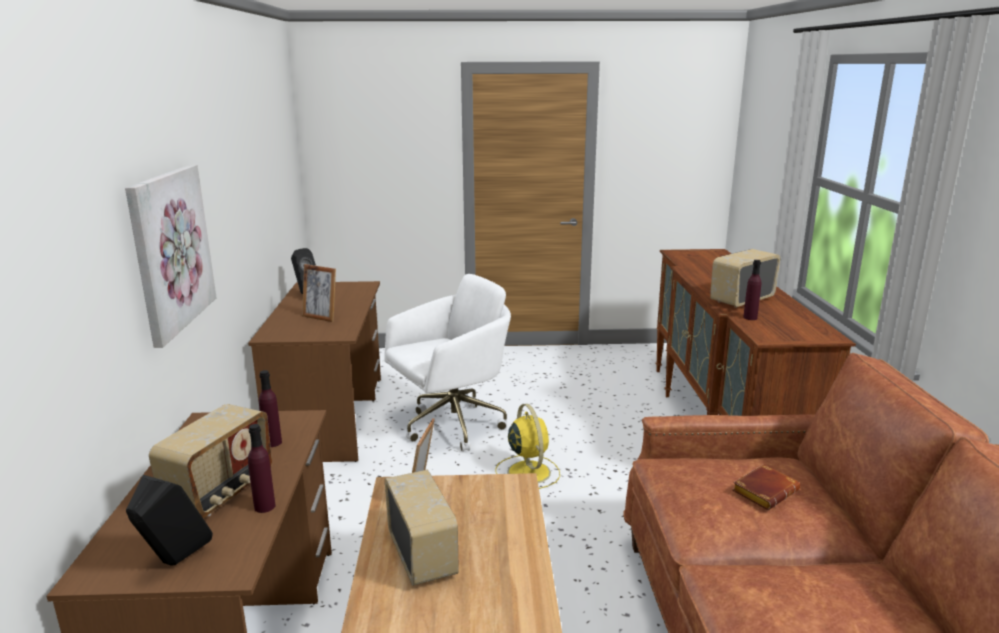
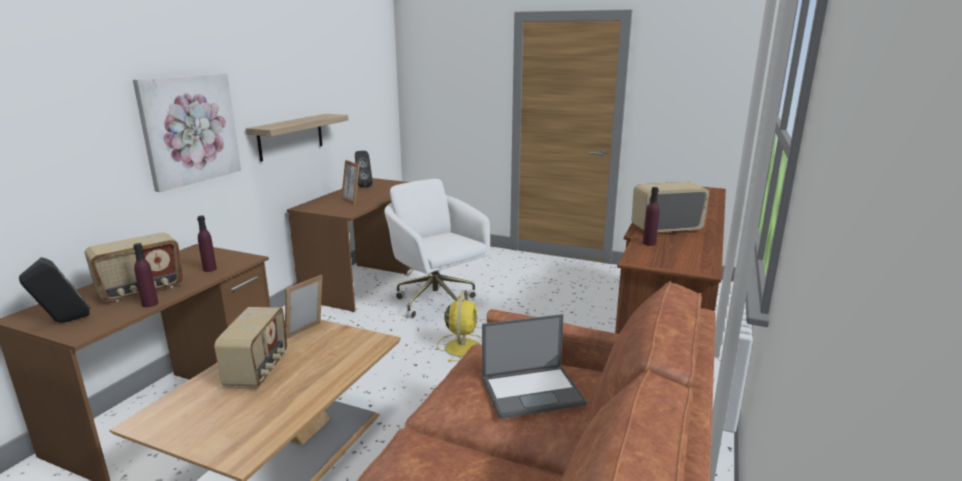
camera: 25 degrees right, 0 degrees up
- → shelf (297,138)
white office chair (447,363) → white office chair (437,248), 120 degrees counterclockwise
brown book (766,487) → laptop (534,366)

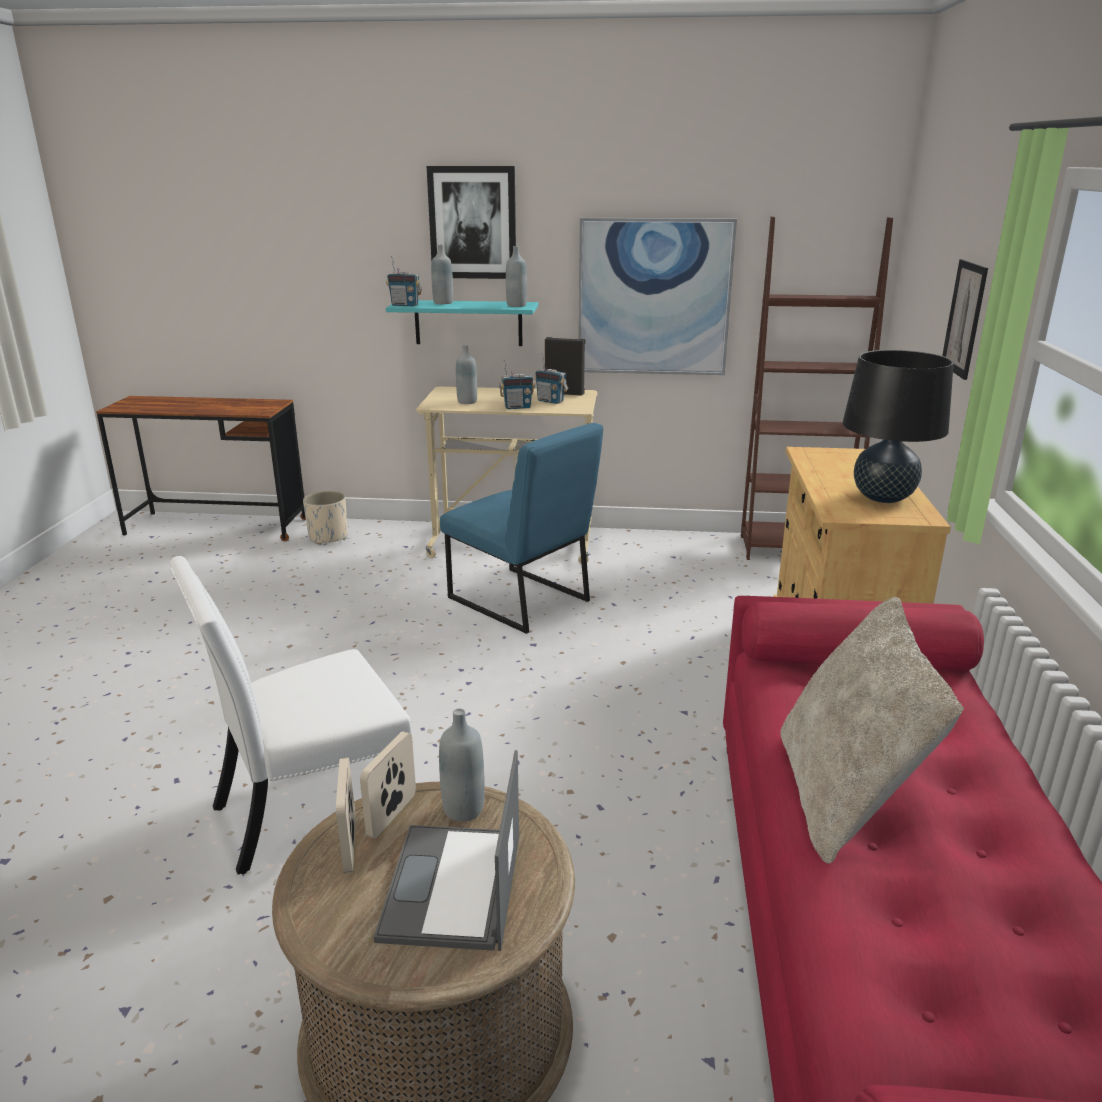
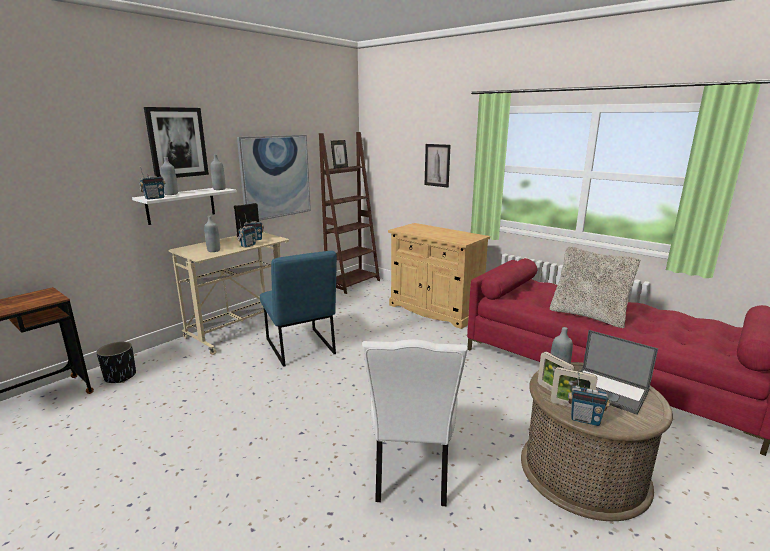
camera: 55 degrees left, 5 degrees down
beige planter (325,518) → black planter (116,362)
turquoise shelf (462,323) → white shelf (184,206)
blue chair (521,528) → blue chair (298,309), 75 degrees clockwise
- → picture frame (339,154)
- → radio (589,398)
black table lamp (898,426) → -

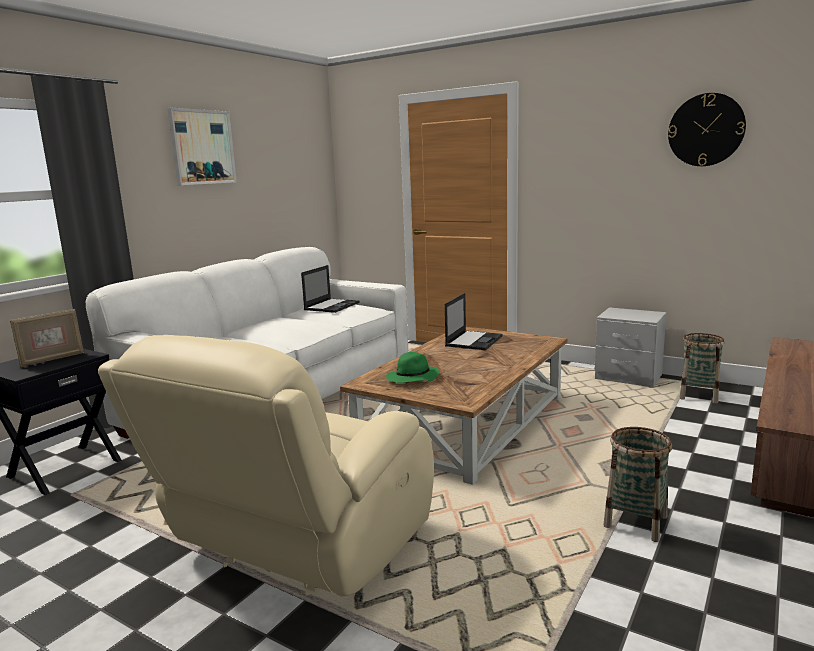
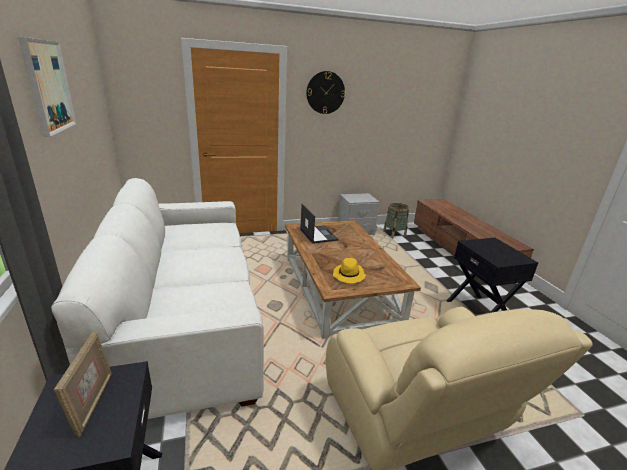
camera: 50 degrees left, 10 degrees up
wall clock (707,129) → wall clock (325,92), relocated
green hat (413,367) → yellow hat (349,270)
basket (637,484) → black side table (492,275)
laptop (330,289) → -

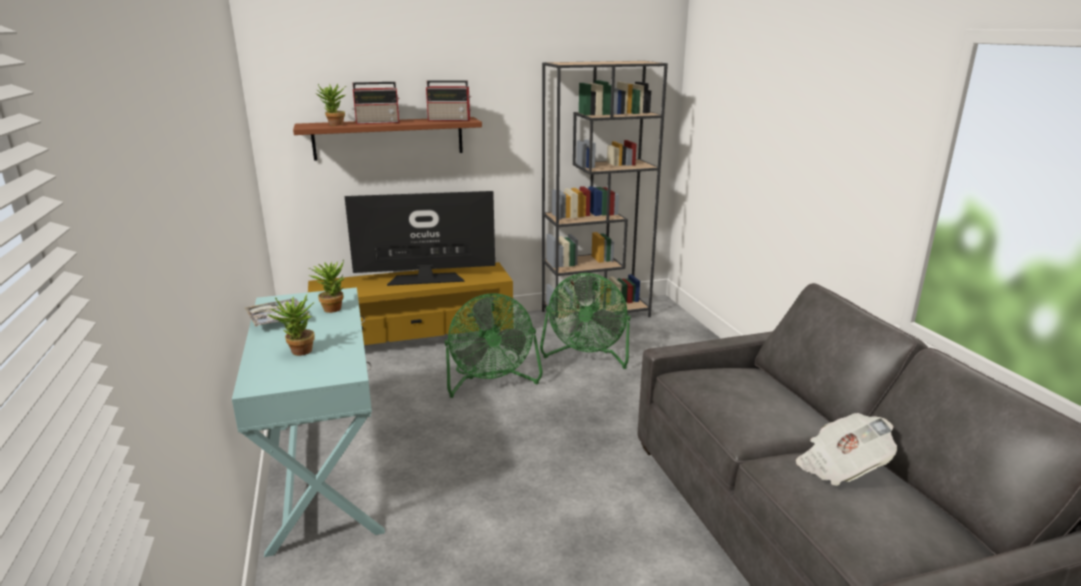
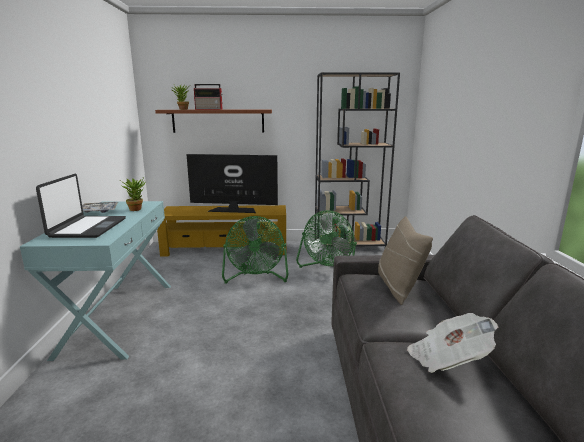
camera: 15 degrees right, 5 degrees down
potted plant (291,325) → laptop (81,206)
- → beige pillow (405,260)
radio (448,100) → -

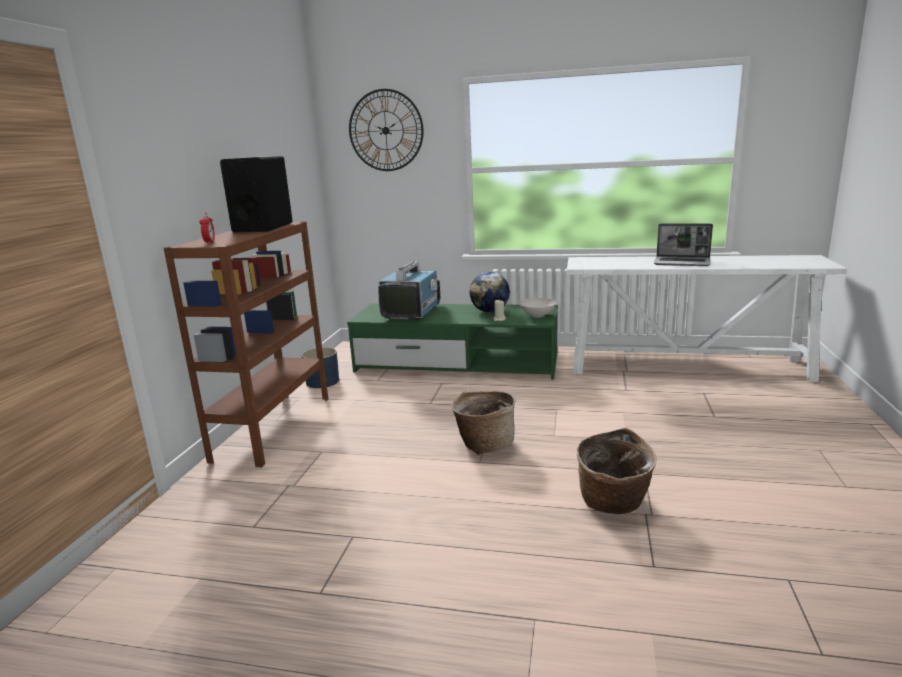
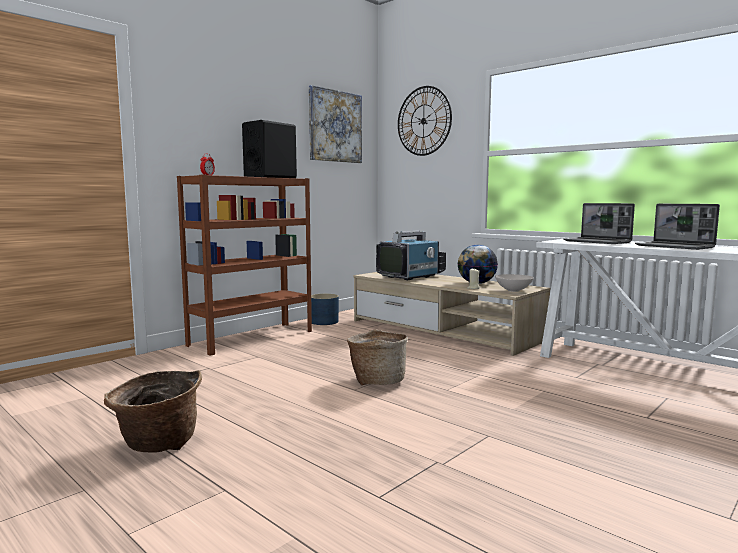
camera: 30 degrees right, 10 degrees down
basket (617,471) → basket (153,411), relocated
- → picture (335,124)
green tv stand (452,341) → beige tv stand (452,314)
- → laptop (599,223)

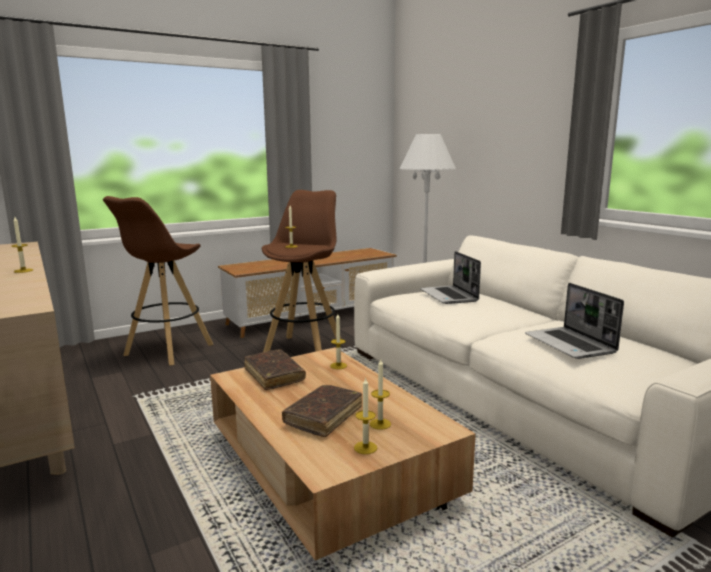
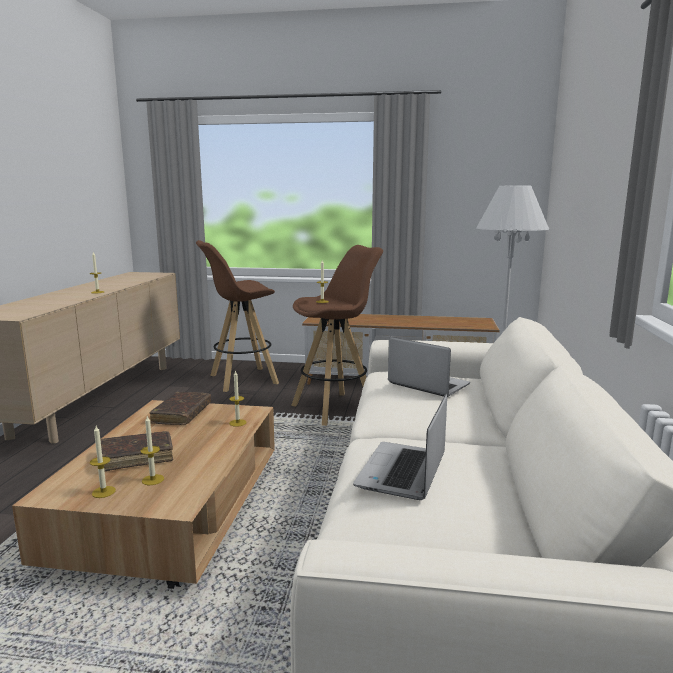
camera: 40 degrees right, 0 degrees up
laptop (450,277) → laptop (429,367), 105 degrees clockwise

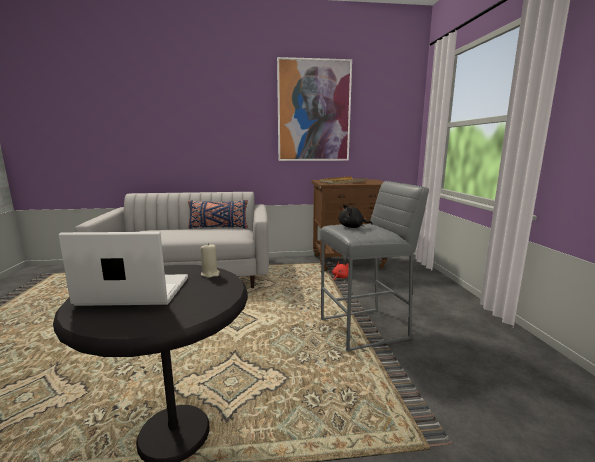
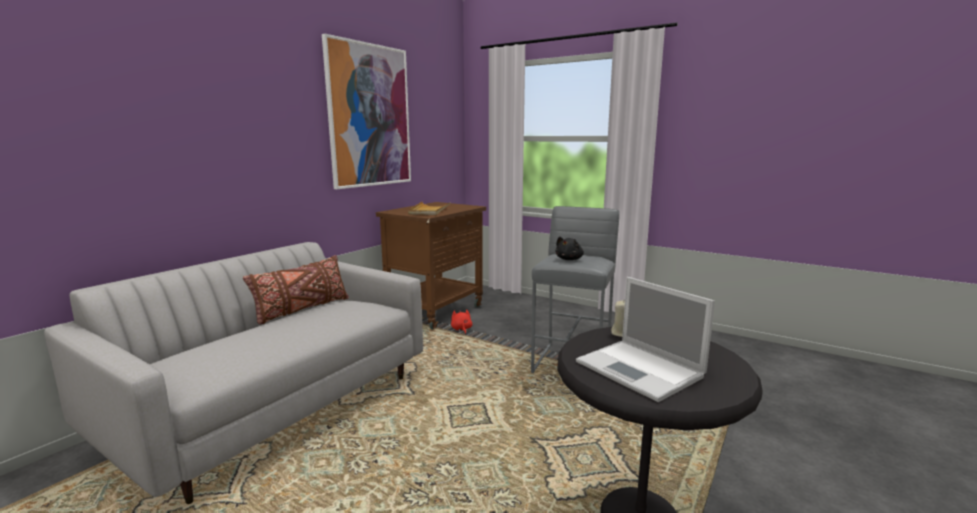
camera: 50 degrees left, 0 degrees up
blue pillow (218,214) → brown pillow (296,289)
laptop (123,269) → laptop (645,339), 75 degrees counterclockwise

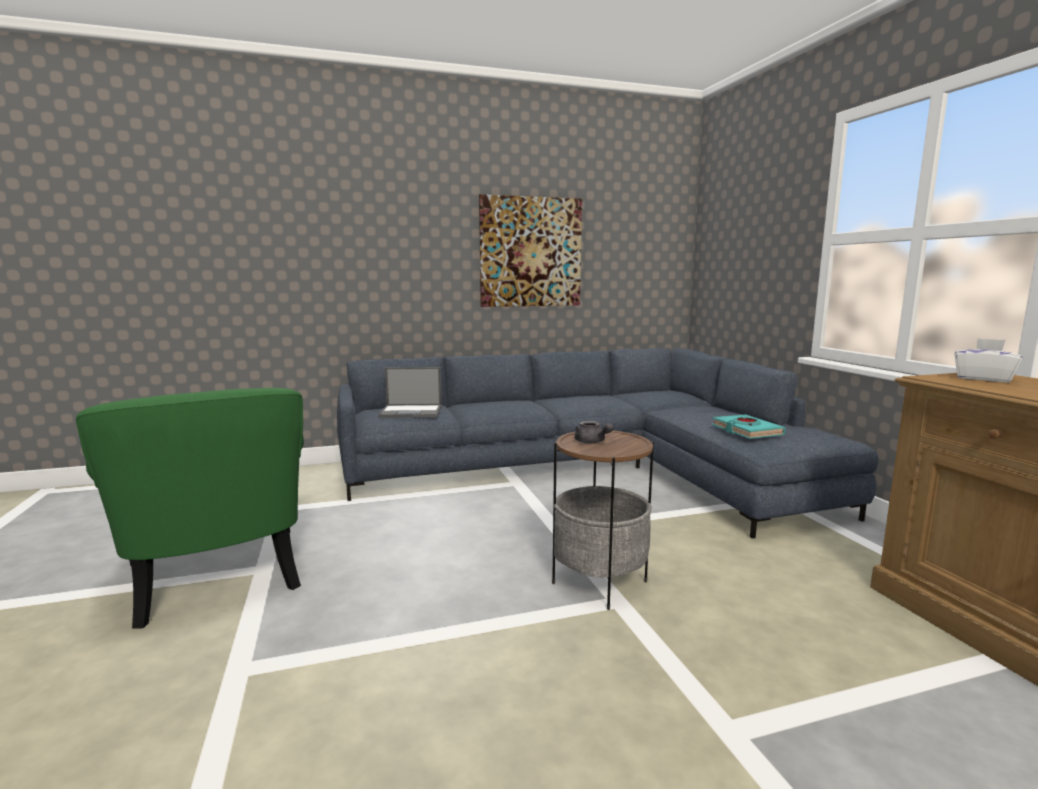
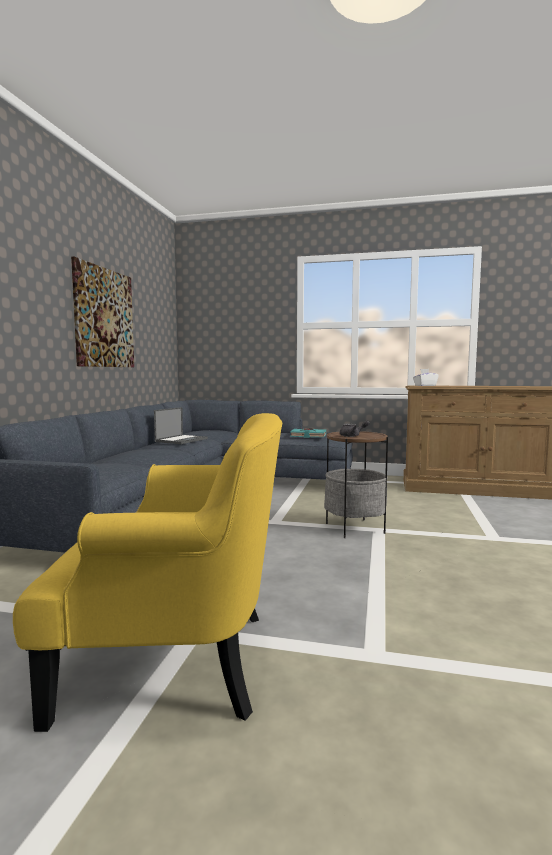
camera: 60 degrees left, 5 degrees down
green armchair (190,508) → yellow armchair (147,572)
laptop (410,392) → laptop (181,425), relocated

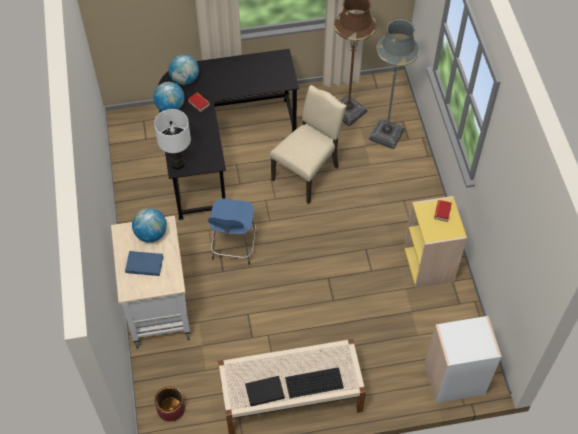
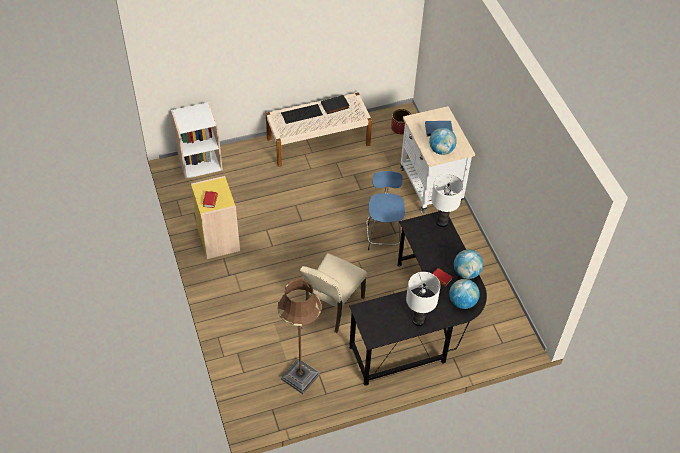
camera: 170 degrees right, 5 degrees down
- → white table lamp (423,299)
grey floor lamp (394,84) → -

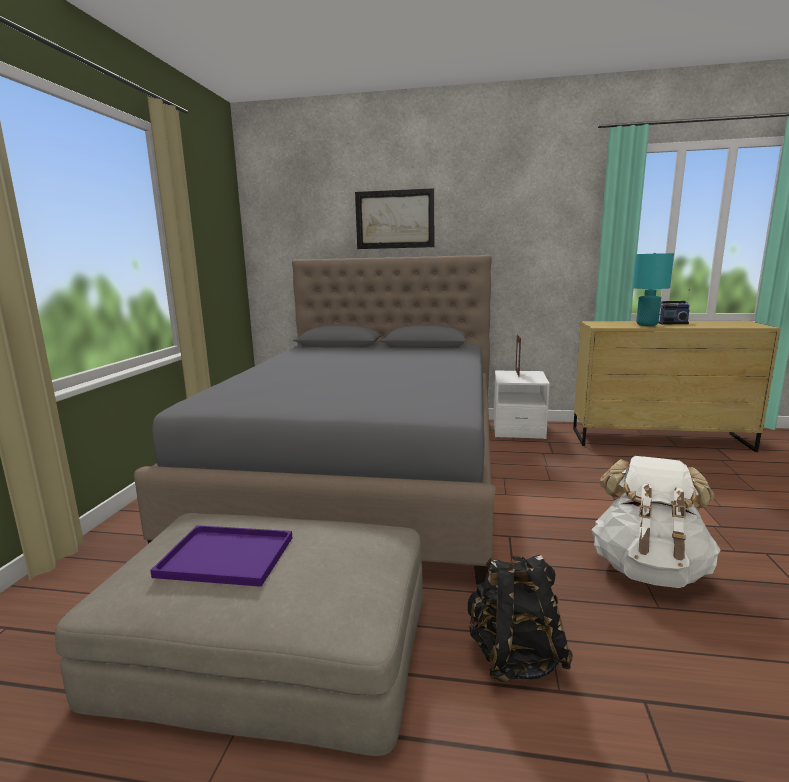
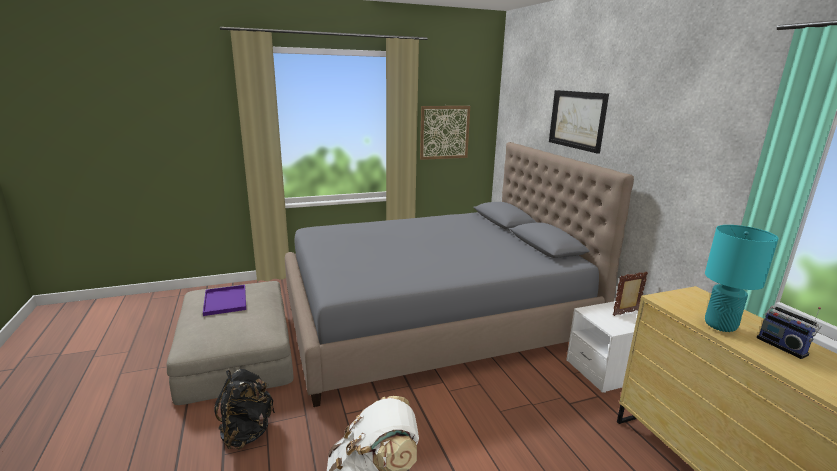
camera: 60 degrees right, 5 degrees up
- → picture (445,132)

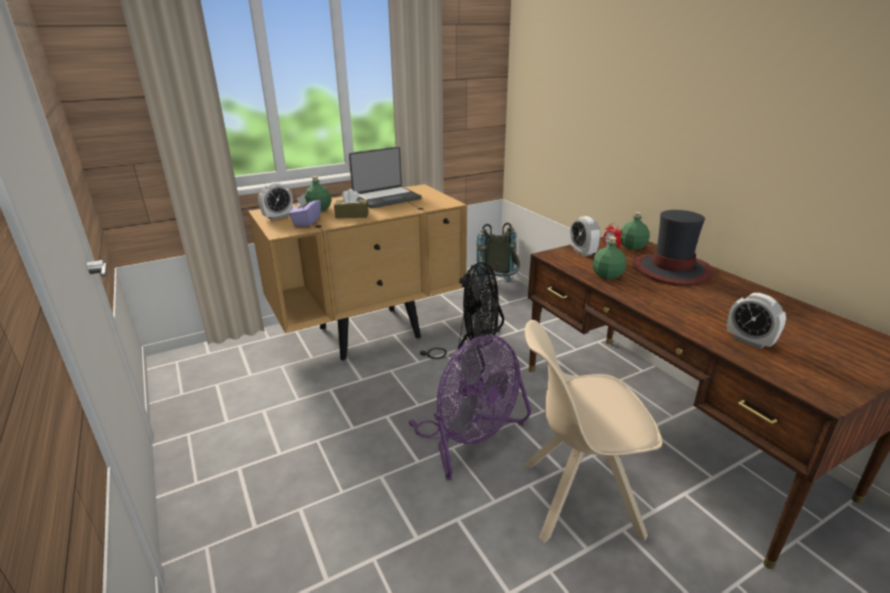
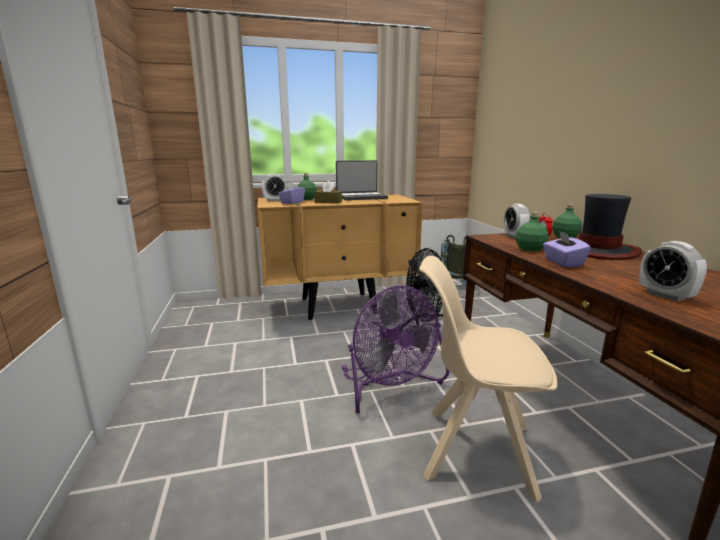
camera: 15 degrees right, 10 degrees down
- → purple tissue box (567,249)

